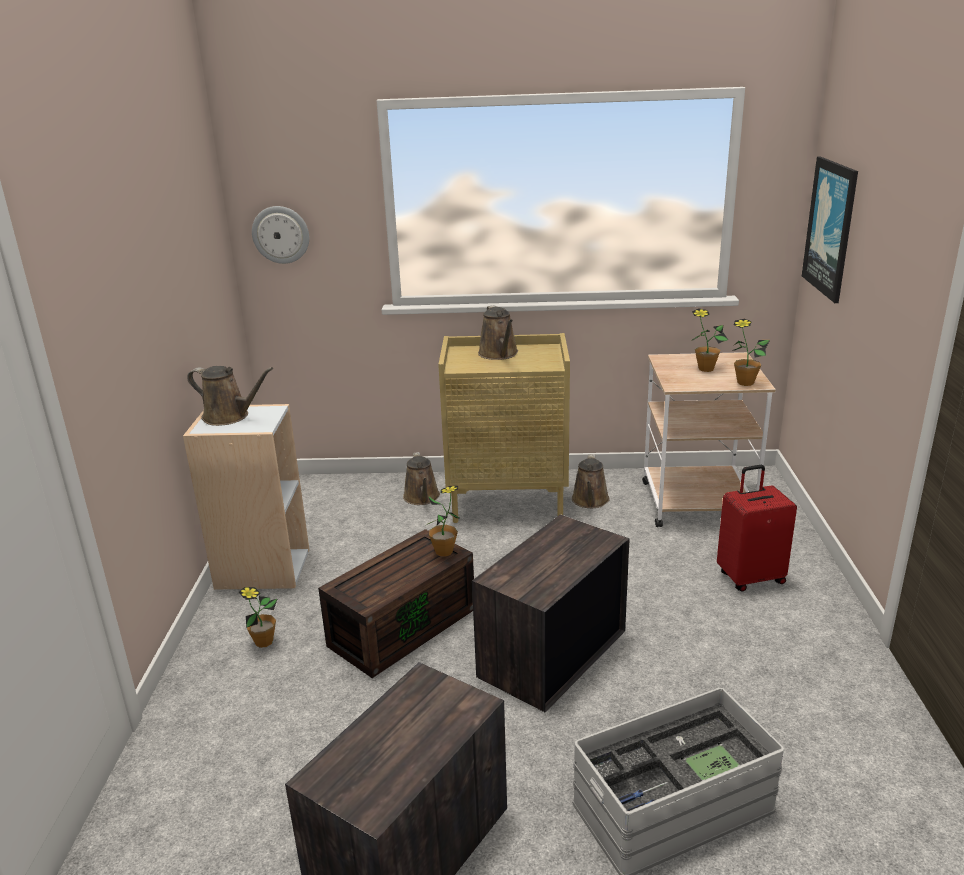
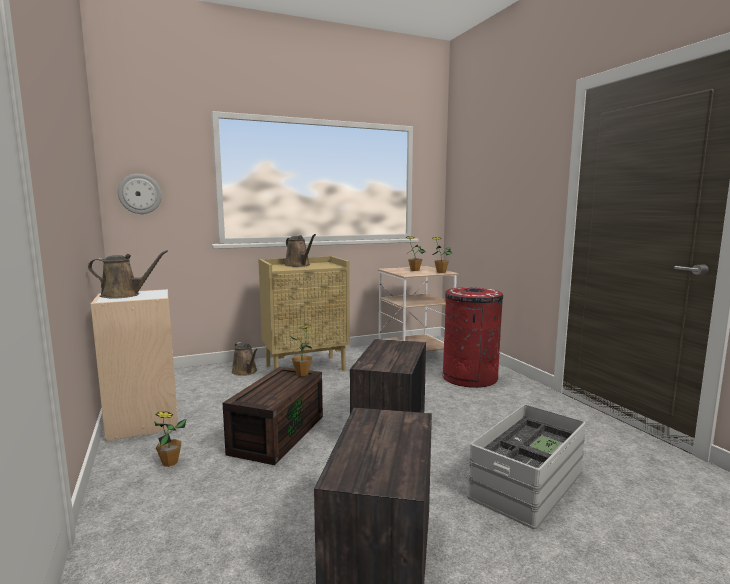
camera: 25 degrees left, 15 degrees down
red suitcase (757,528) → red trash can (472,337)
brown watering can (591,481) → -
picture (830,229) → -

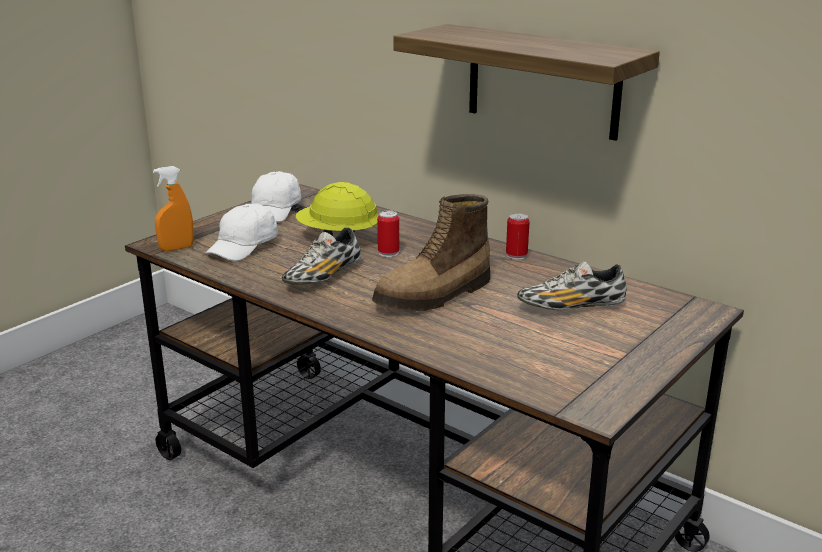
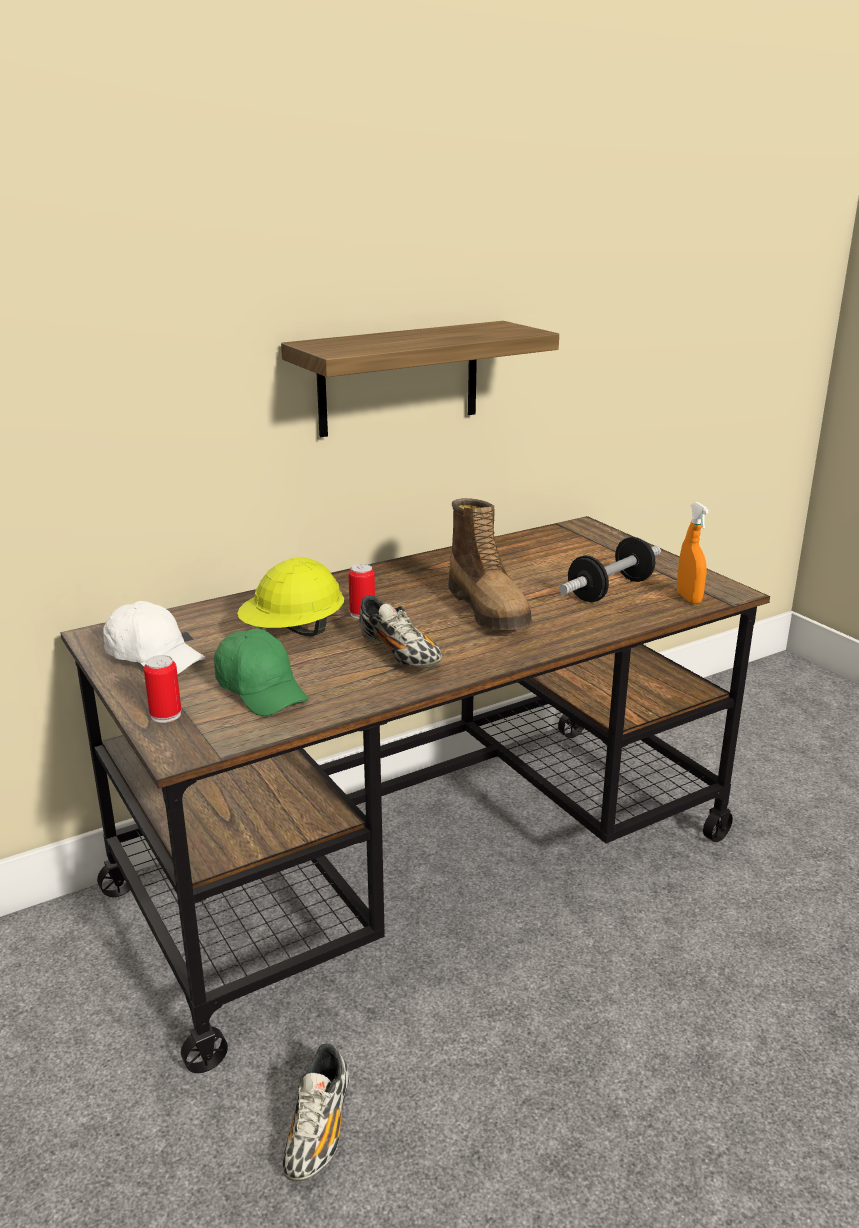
camera: 70 degrees left, 0 degrees up
can (518,236) → can (162,689), relocated
white cap (241,232) → green cap (261,672)
shoe (572,285) → shoe (316,1112), relocated
- → dumbbell (610,569)
orange spray bottle (173,208) → orange spray bottle (693,553), relocated

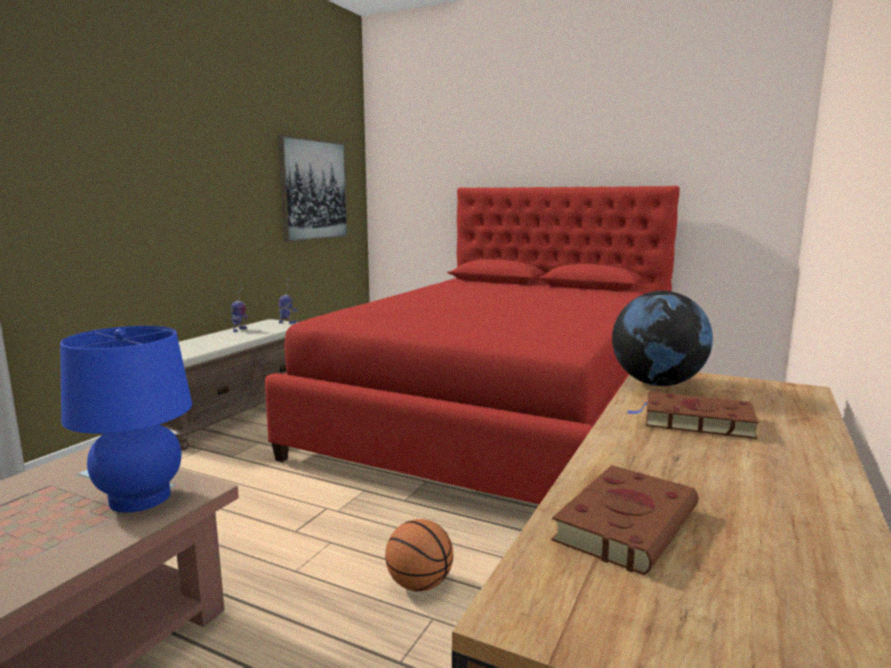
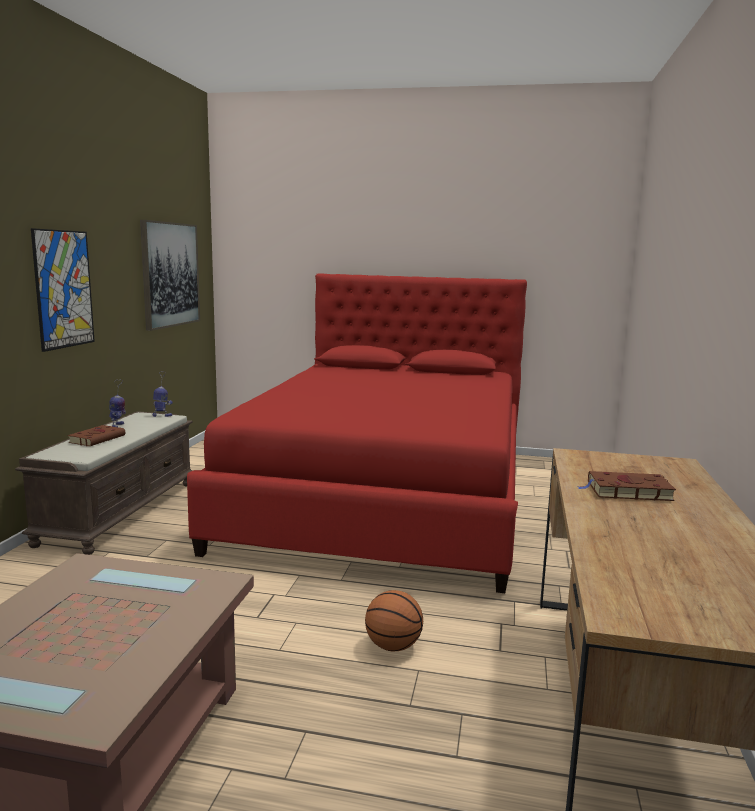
camera: 15 degrees left, 0 degrees up
- → picture (63,290)
brown book (624,520) → brown book (96,435), relocated
blue table lamp (126,419) → -
globe (662,338) → -

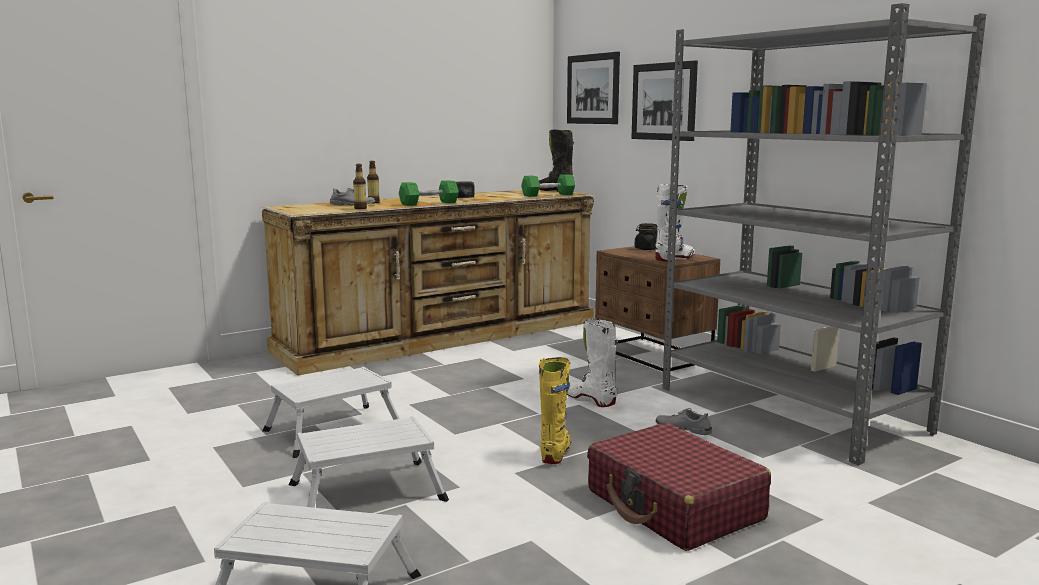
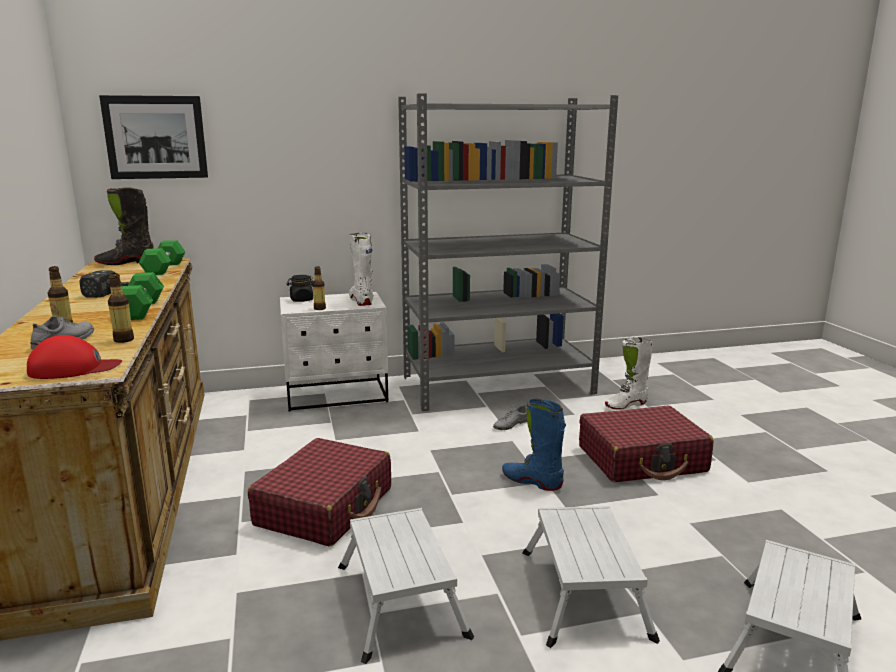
camera: 70 degrees left, 5 degrees up
- → red cap (74,357)
- → red suitcase (319,492)
brown nightstand (657,308) → white nightstand (334,352)
- → bottle (319,288)
yellow boot (555,410) → blue boot (534,445)
white boot (592,362) → white boot (628,373), relocated
picture (664,100) → -

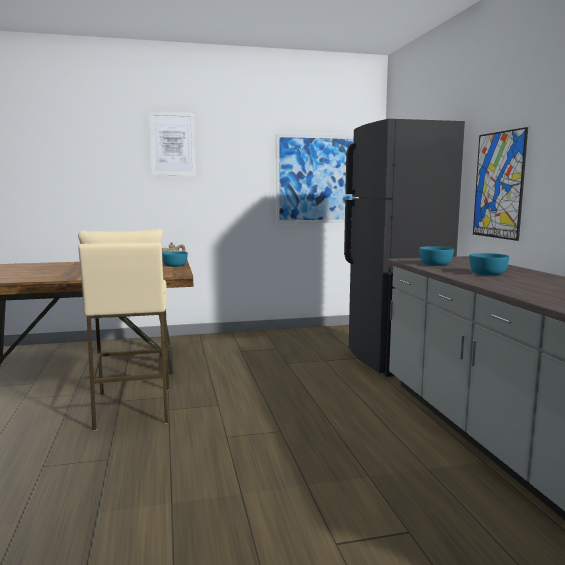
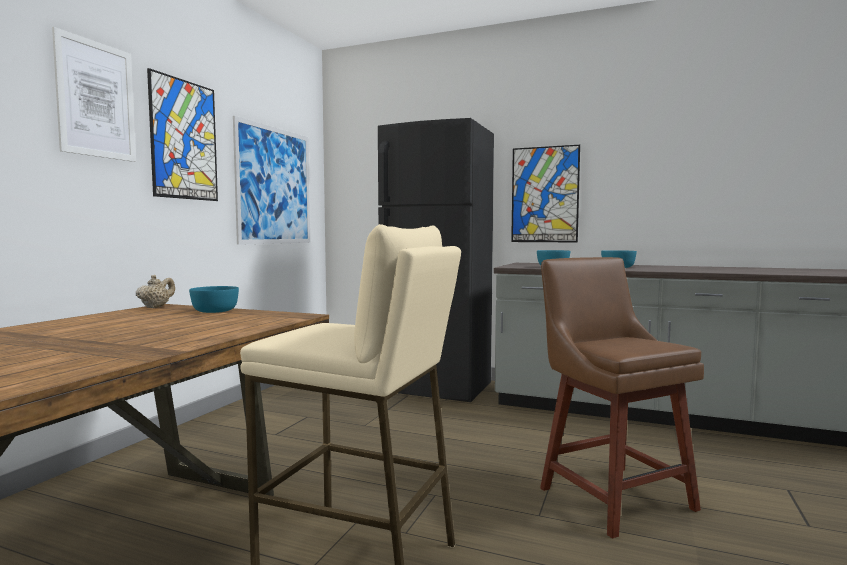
camera: 55 degrees left, 5 degrees down
- → picture (182,134)
- → brown chair (622,397)

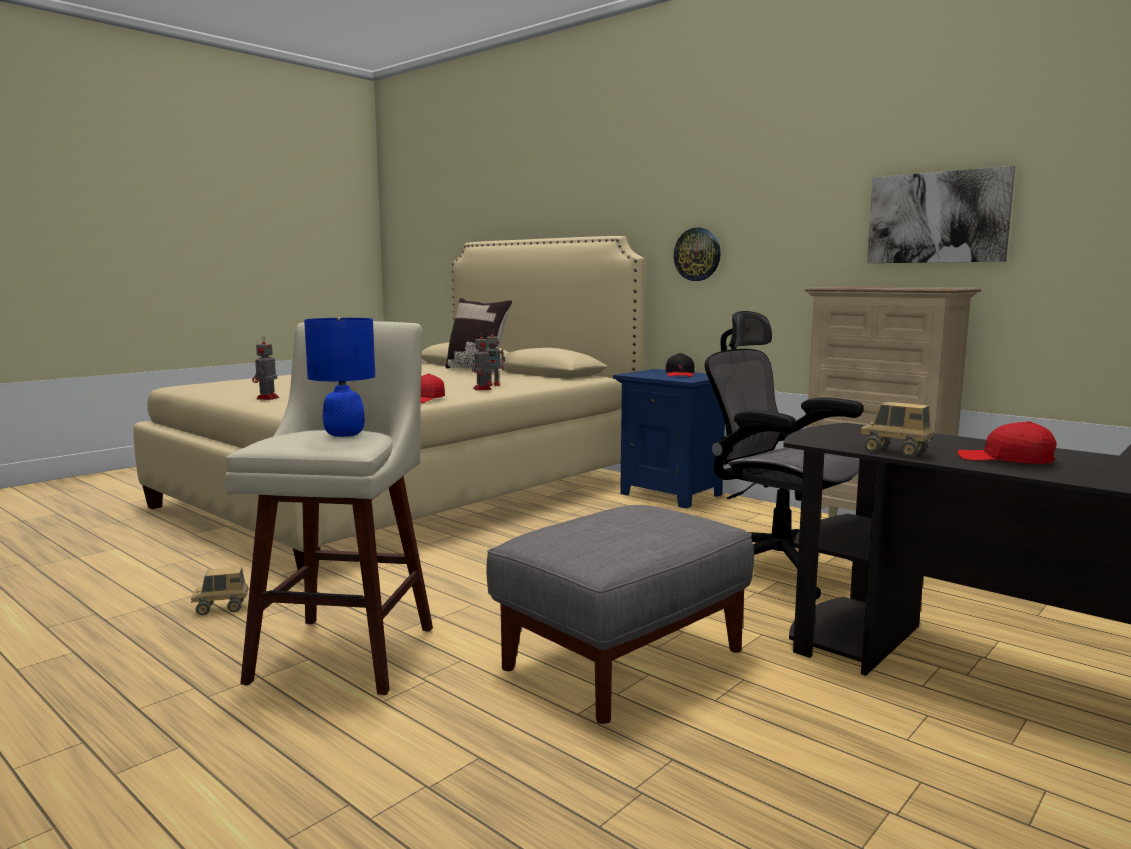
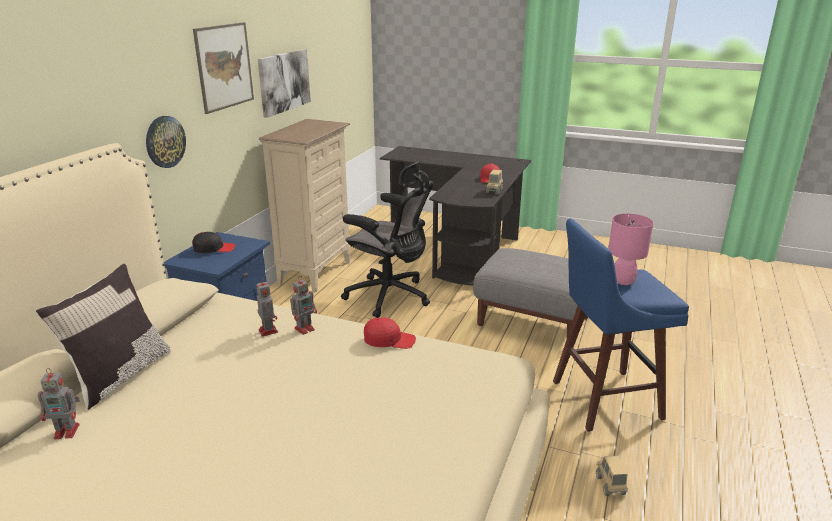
camera: 110 degrees left, 15 degrees up
toy robot (265,368) → toy robot (59,404), relocated
- → picture (223,68)
office chair (784,455) → office chair (387,239), 90 degrees counterclockwise
beige stool (329,508) → blue stool (621,325)
toy truck (219,591) → toy truck (612,476), 150 degrees counterclockwise
blue table lamp (339,377) → pink table lamp (631,249)

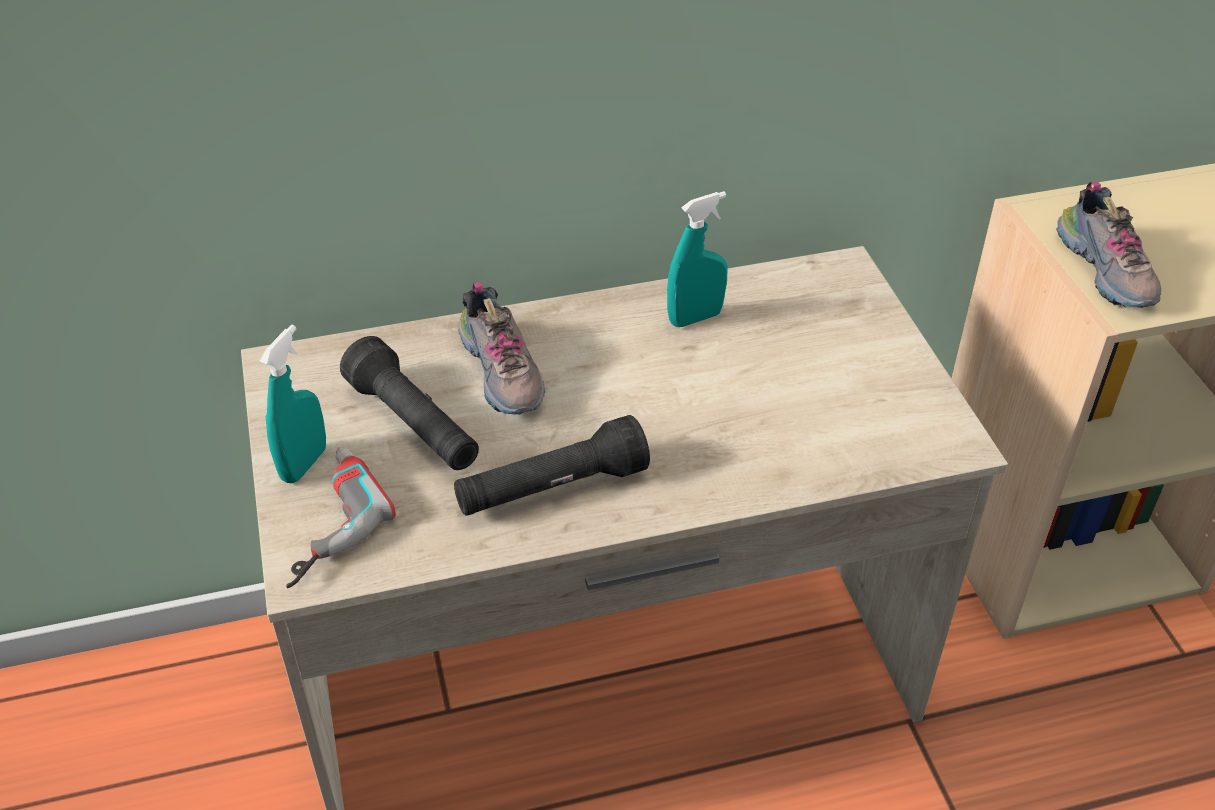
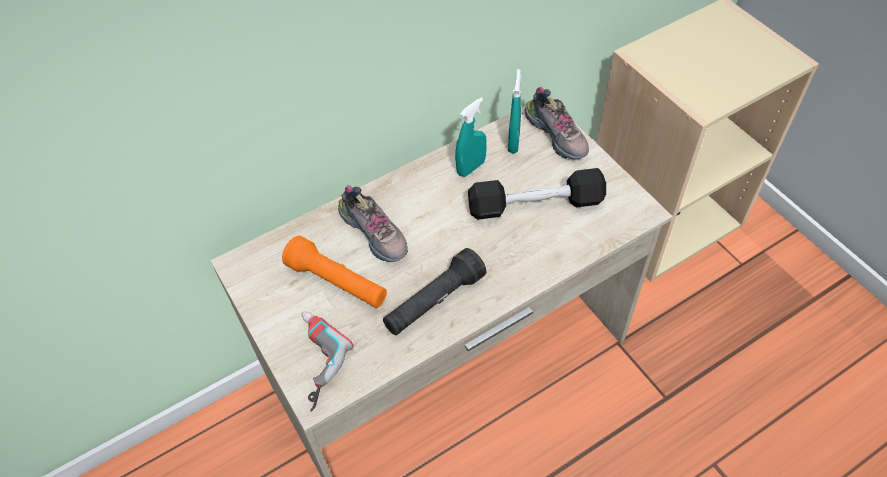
camera: 15 degrees left, 10 degrees up
black flashlight (409,403) → orange flashlight (334,272)
- → black dumbbell (537,194)
turquoise spray bottle (293,404) → turquoise spray bottle (514,111), relocated
shoe (1108,245) → shoe (557,123), relocated

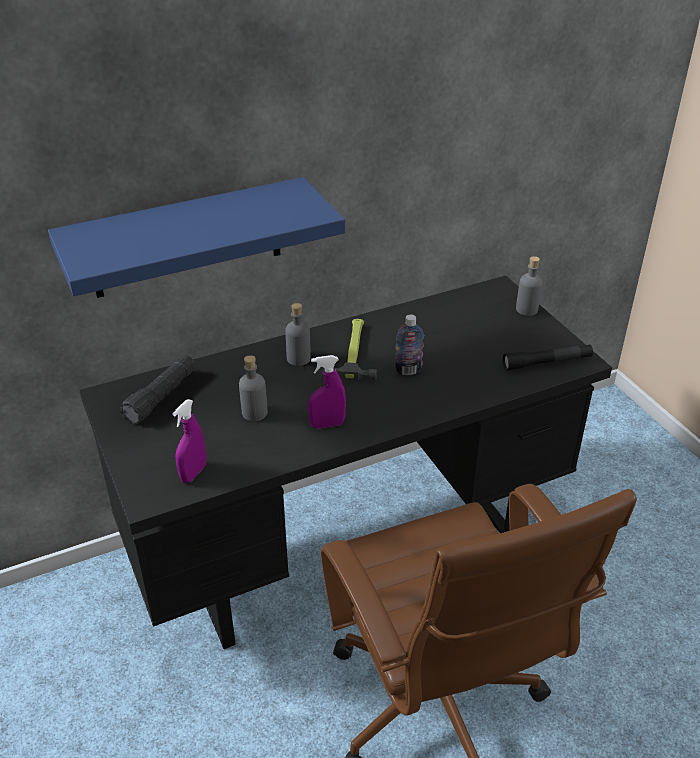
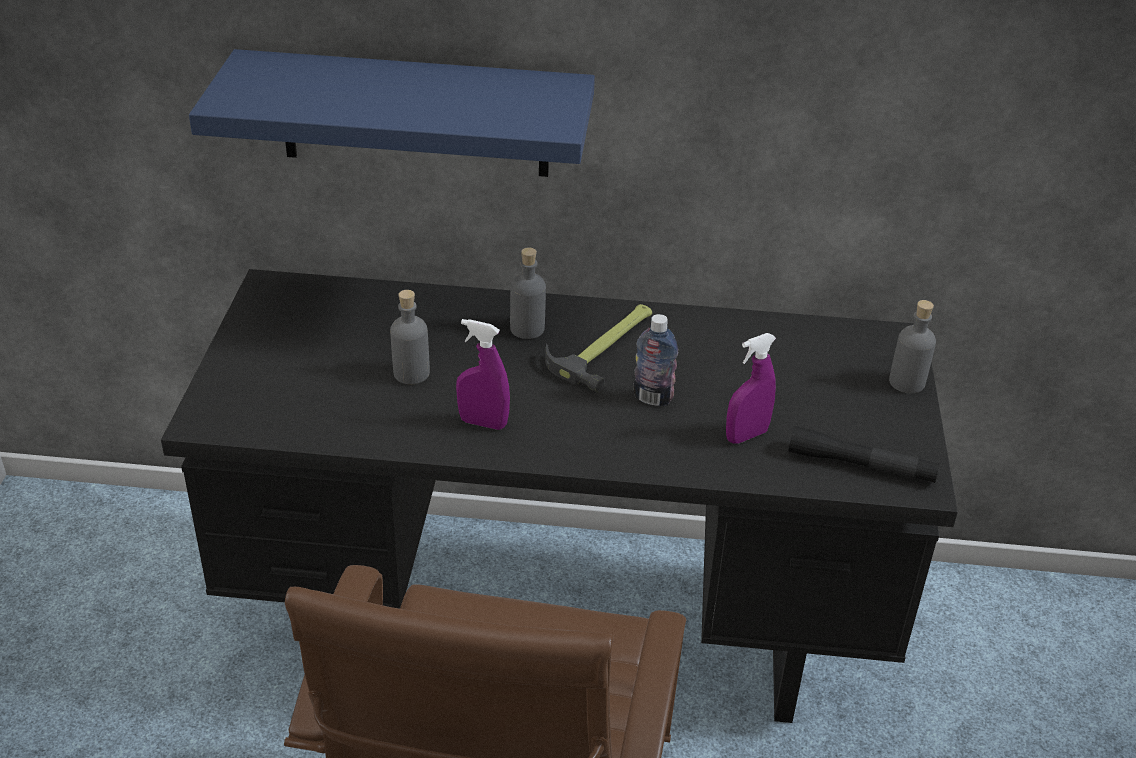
camera: 30 degrees right, 0 degrees up
purple spray bottle (189,441) → purple spray bottle (751,388), relocated
black flashlight (157,389) → -

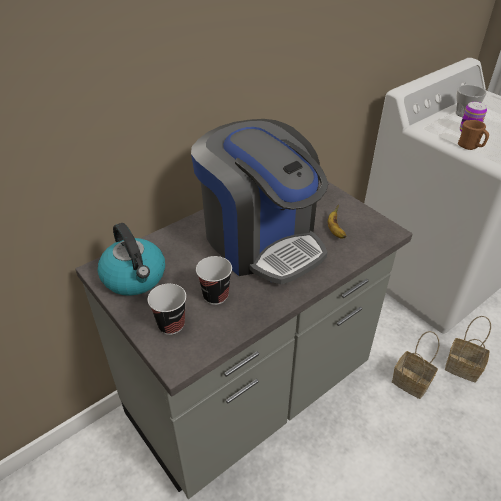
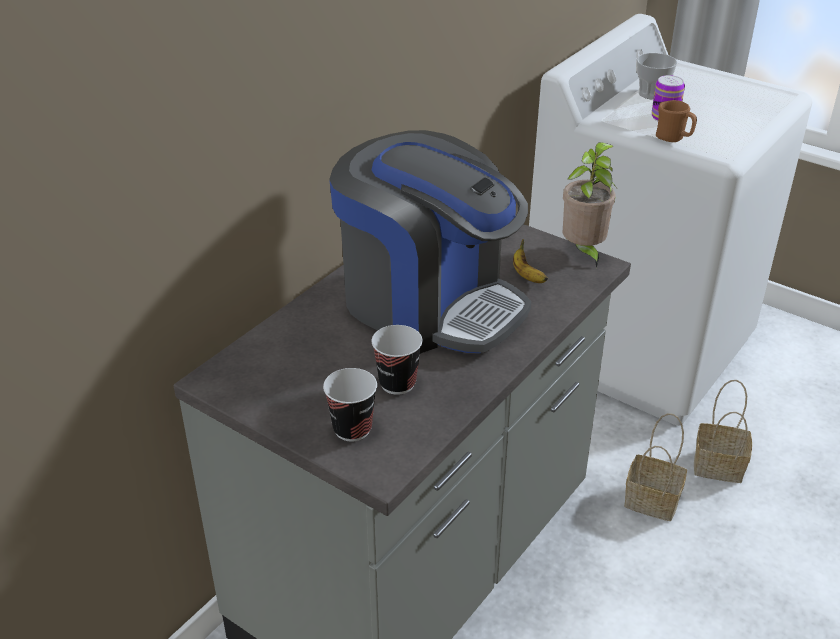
camera: 15 degrees left, 5 degrees down
- → potted plant (590,205)
kettle (131,259) → -

